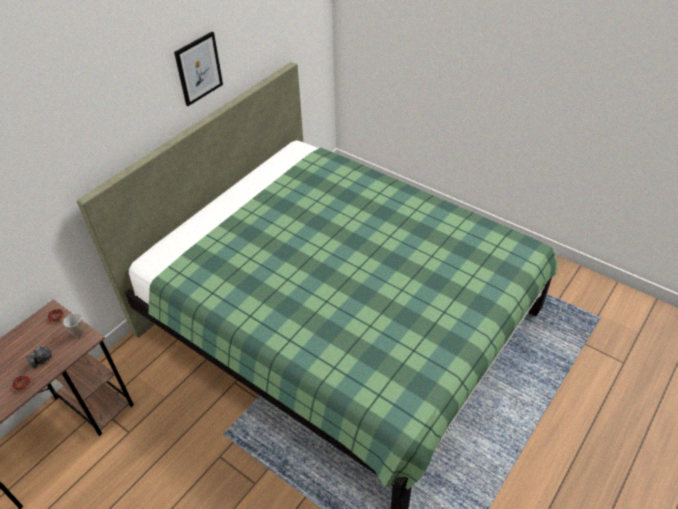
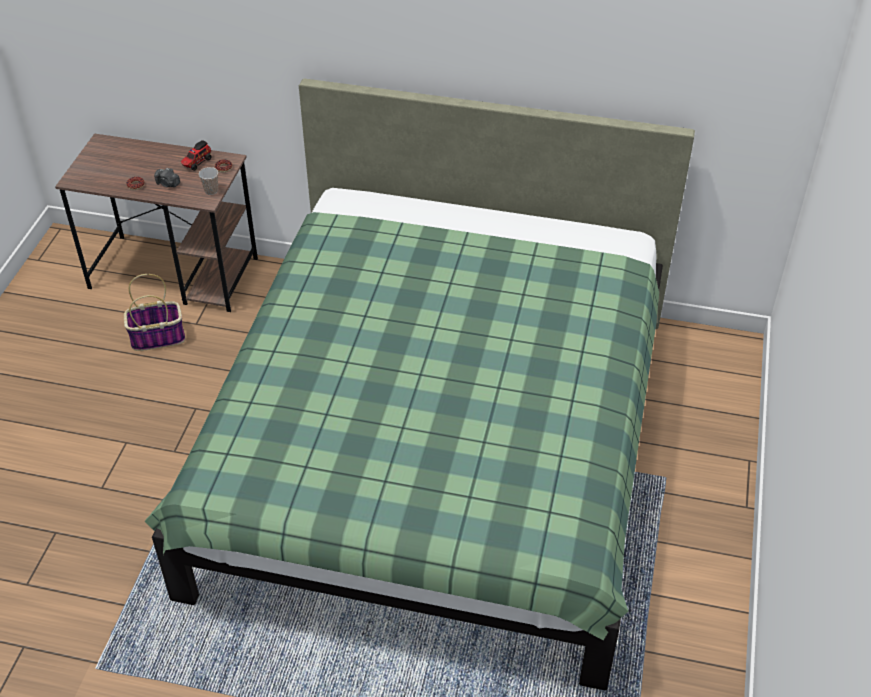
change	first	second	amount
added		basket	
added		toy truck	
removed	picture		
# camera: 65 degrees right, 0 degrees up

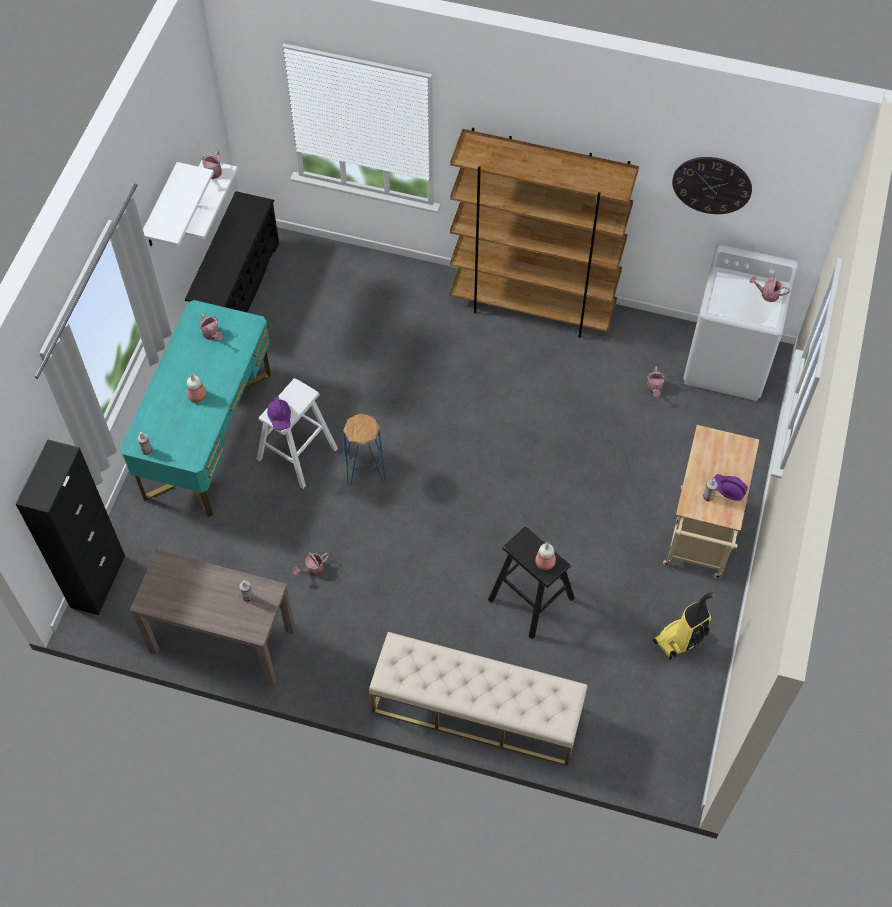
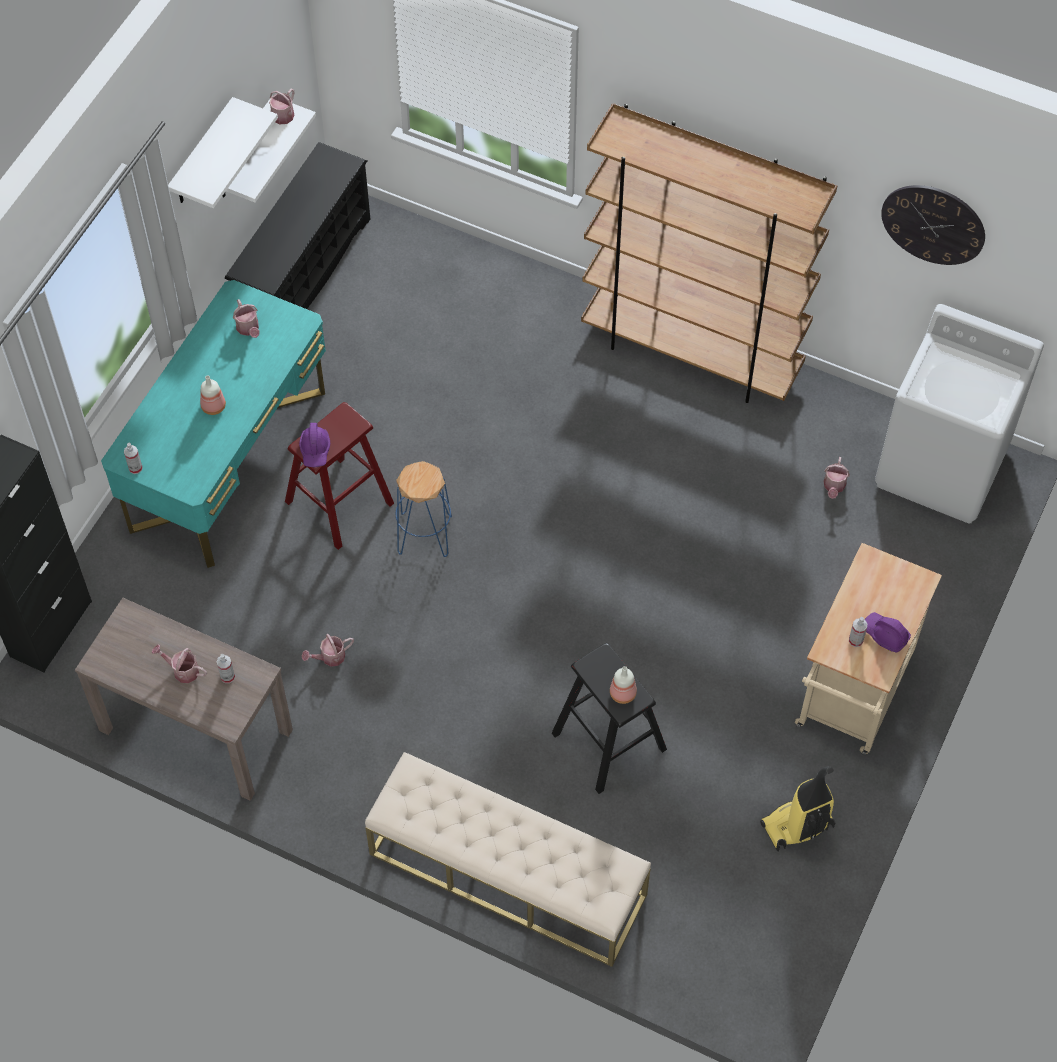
change	first	second	amount
moved	watering can (5th from left in the first image)	watering can (1st from left)	
recoloured	white stool	red stool	
# camera: 10 degrees right, 0 degrees up

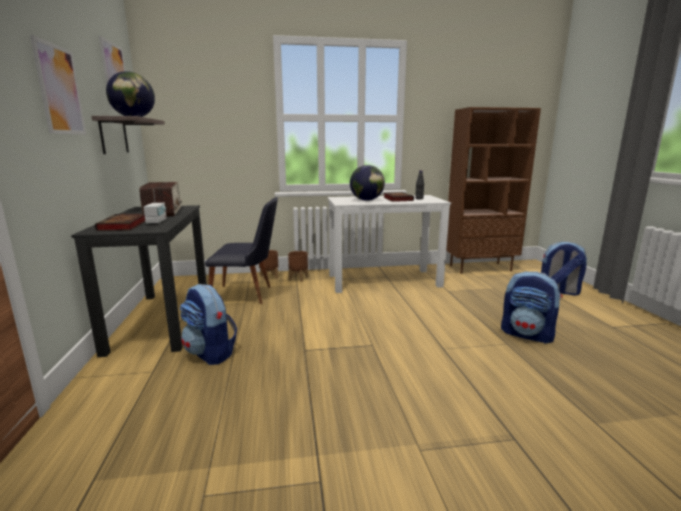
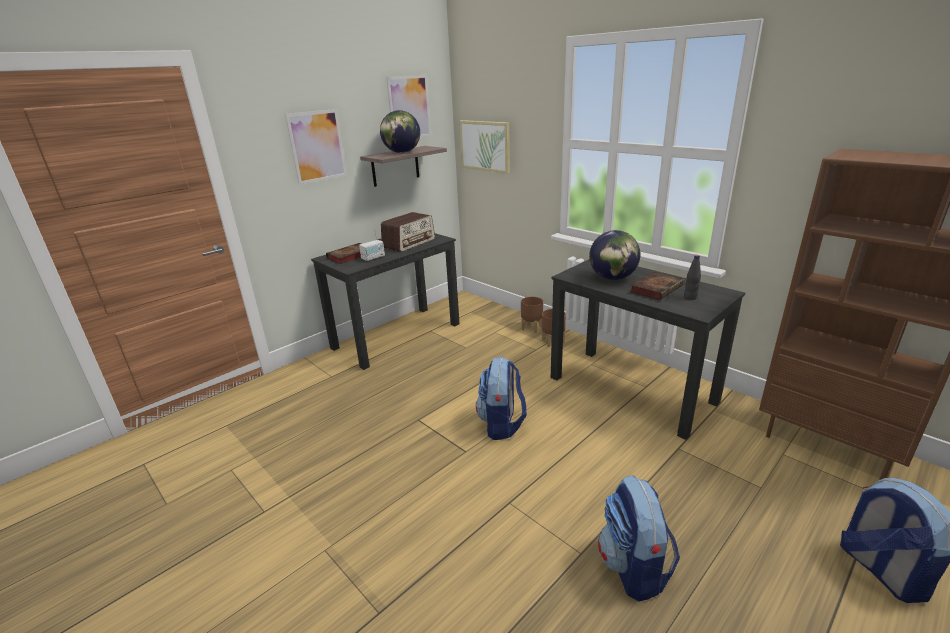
change	first	second	amount
added		picture (3rd from left)	
moved	backpack (1st from left)		
recoloured	white desk	black desk (2nd from left)	
removed	black chair		
# camera: 55 degrees right, 10 degrees up

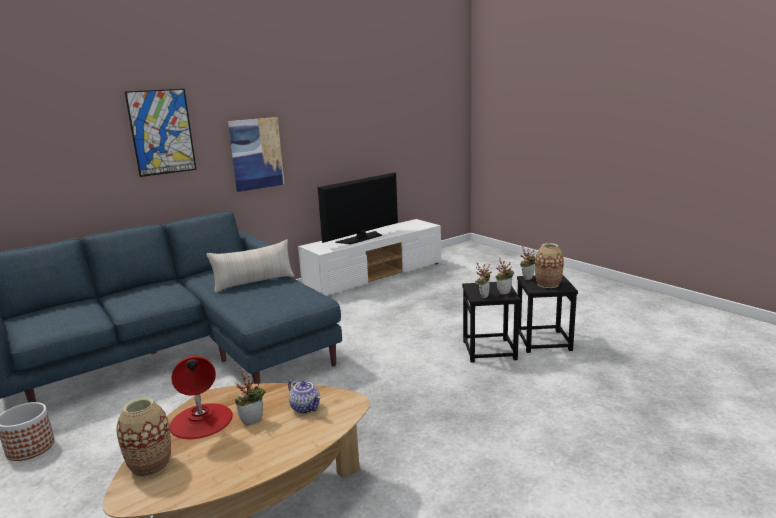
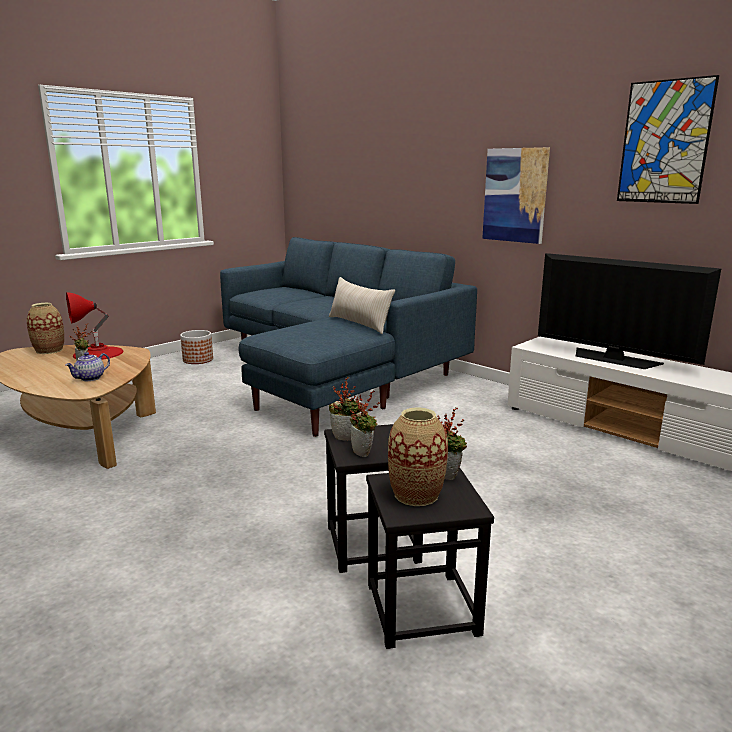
change	first	second	amount
moved	picture (1st from left in the first image)	picture (2nd from left)	
# camera: 80 degrees right, 0 degrees up

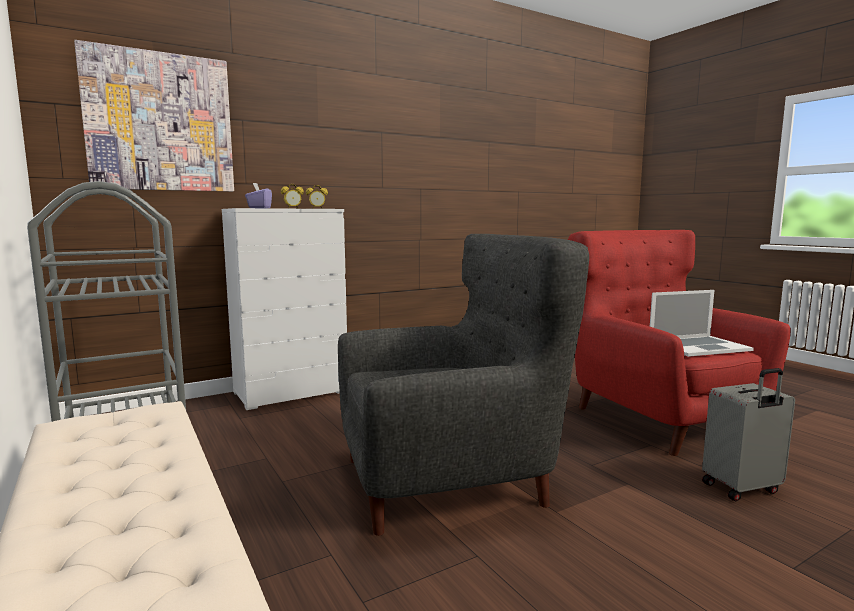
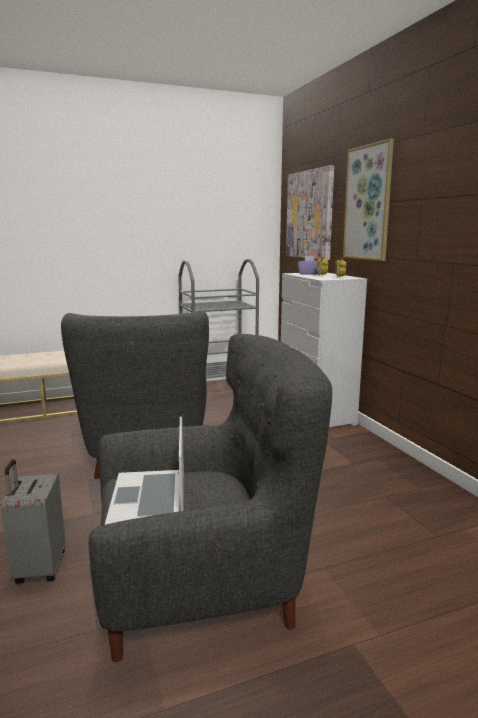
change	first	second	amount
recoloured	red armchair	grey armchair (2nd from left)	
added		picture (2nd from left)	
# camera: 100 degrees right, 5 degrees up

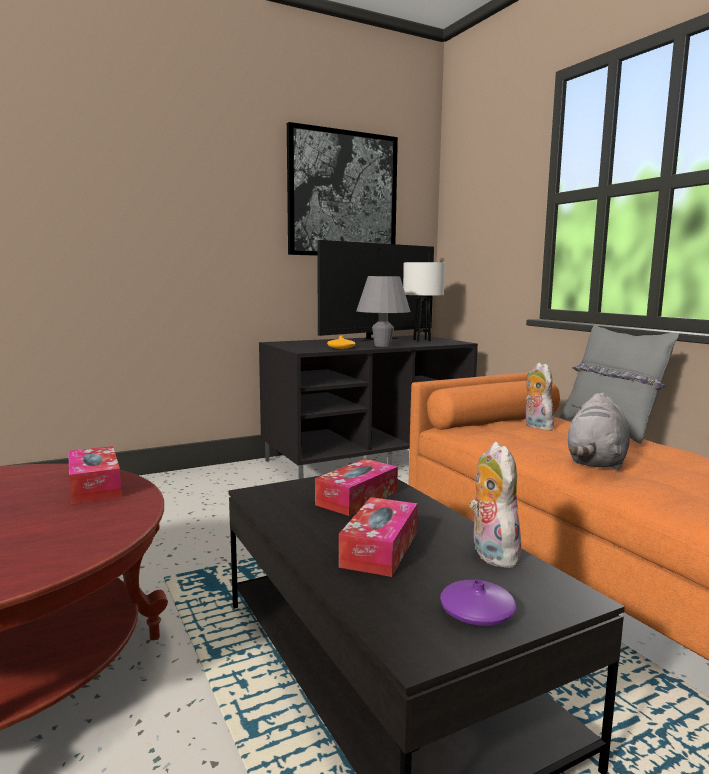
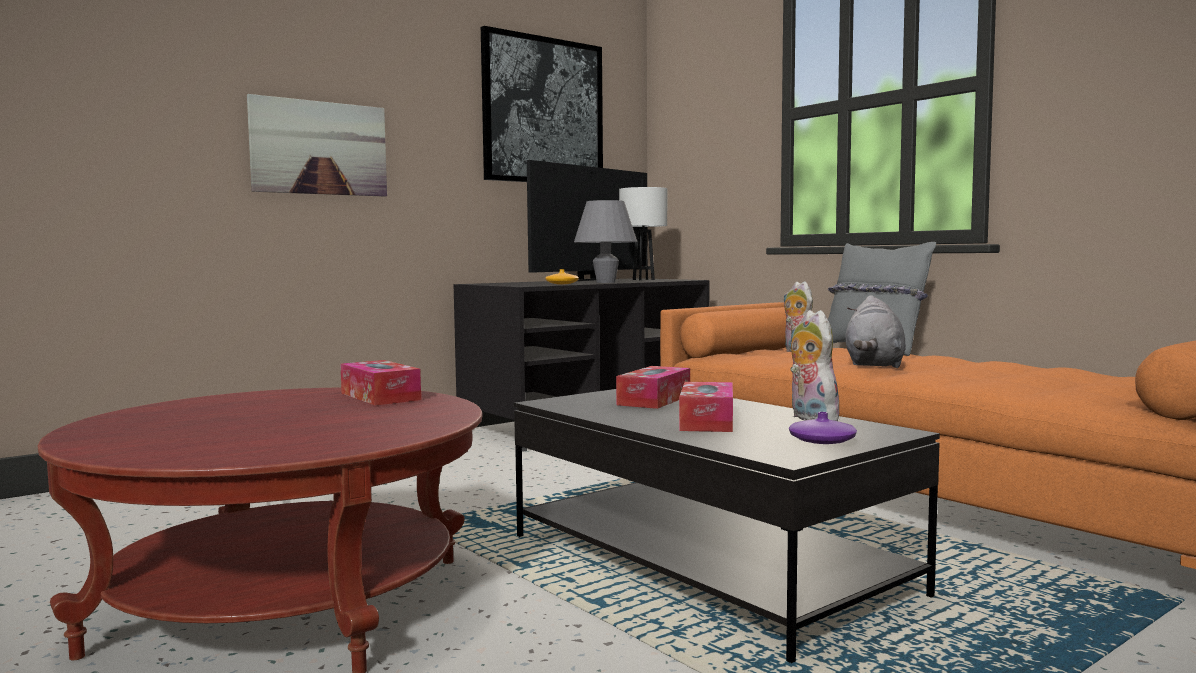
change	first	second	amount
added		picture (1st from left)	
# camera: 10 degrees left, 5 degrees down

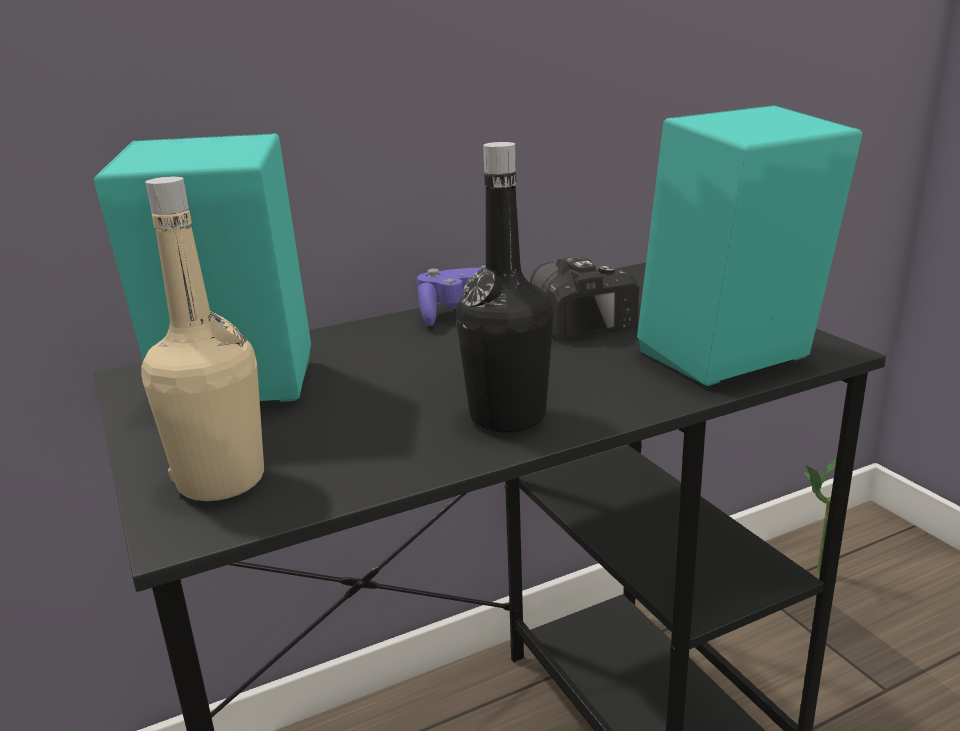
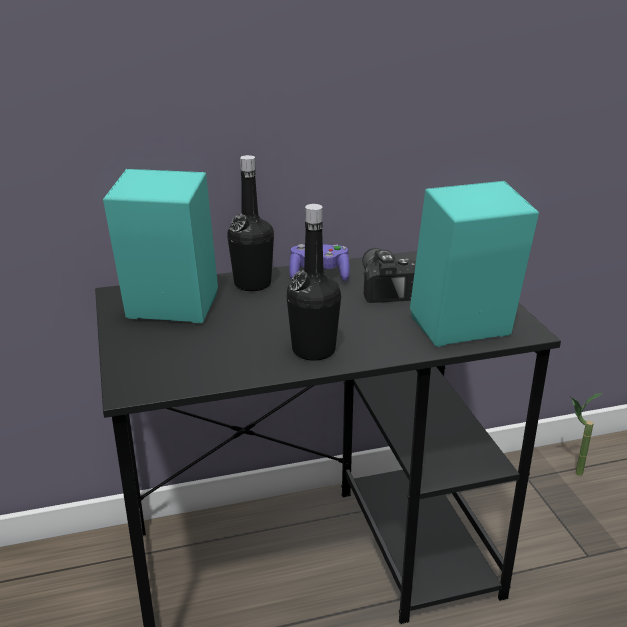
change	first	second	amount
added		black bottle (1st from left)	
removed	beige bottle		
# camera: 10 degrees right, 5 degrees up

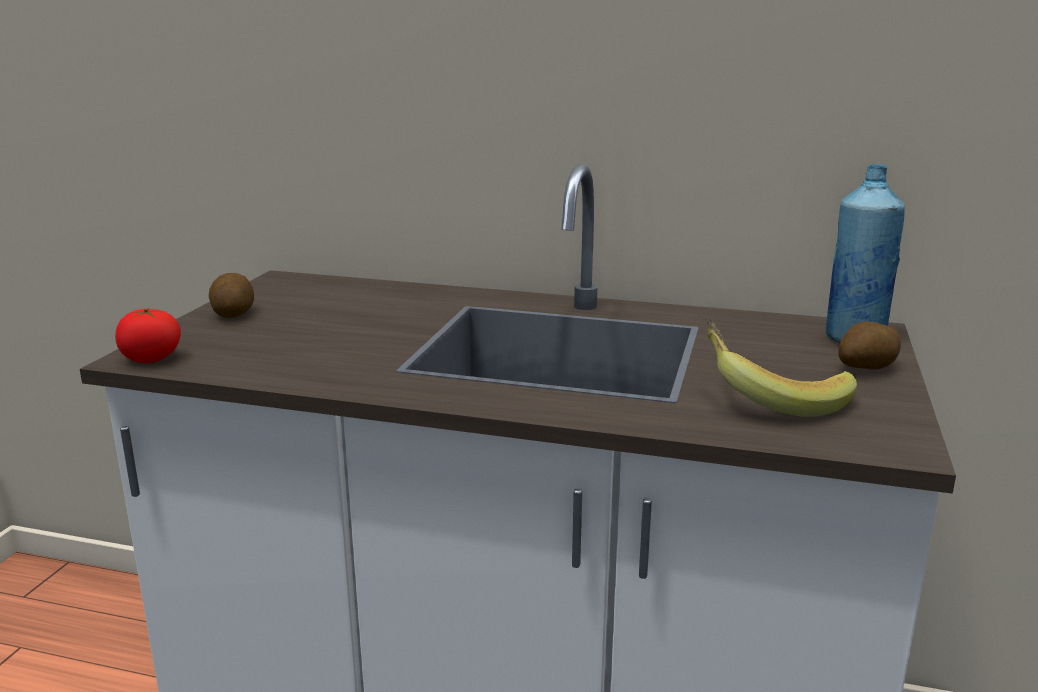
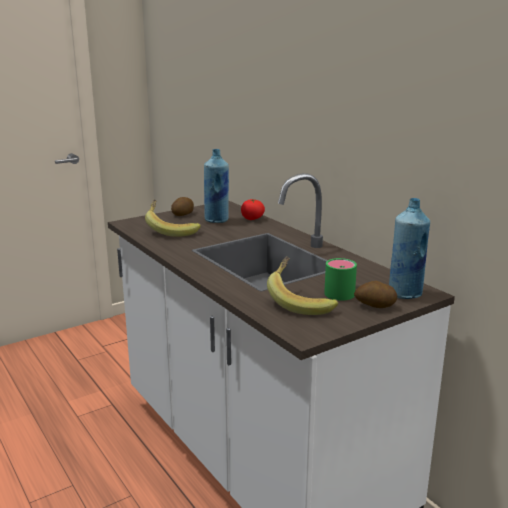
change	first	second	amount
added		banana (1st from left)	
added		blue bottle (1st from left)	
moved	tomato		
added		green mug	
# camera: 40 degrees right, 0 degrees up

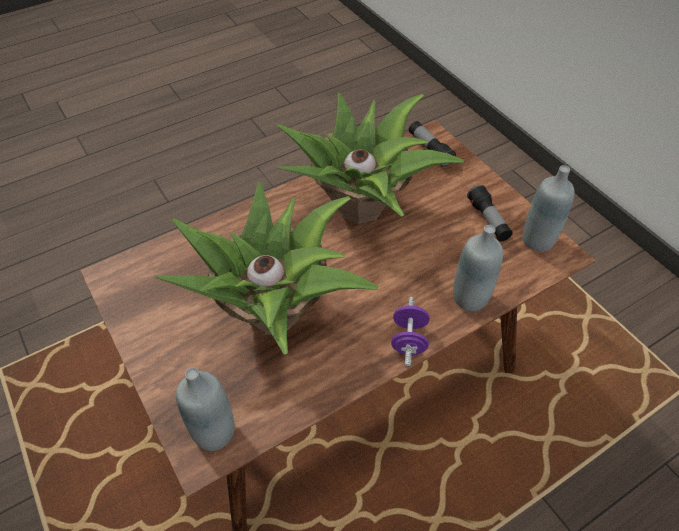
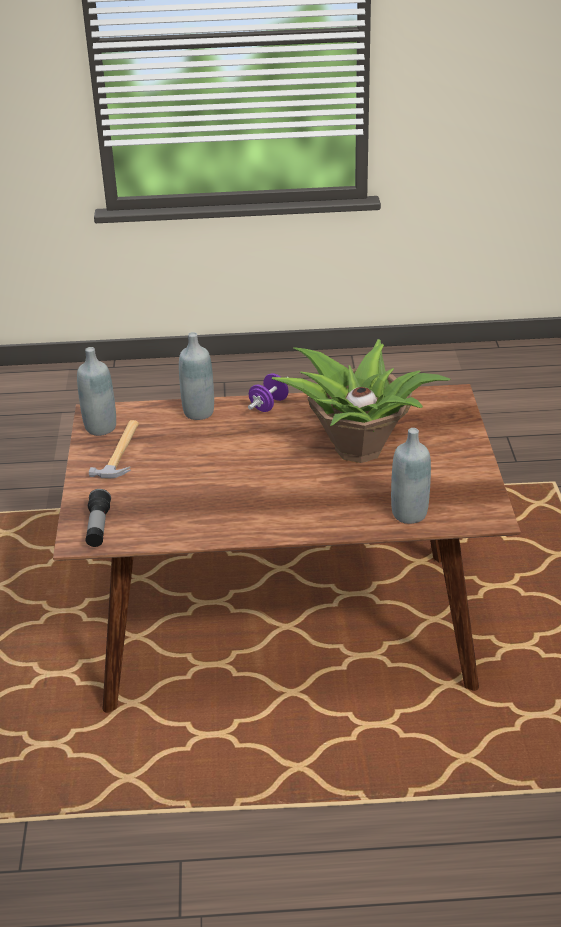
change	first	second	amount
replaced	flashlight (2nd from left)	hammer	
moved	grey bottle (1st from left in the first image)	grey bottle (3rd from left)	
removed	potted plant (2nd from left)		
# camera: 150 degrees left, 15 degrees down

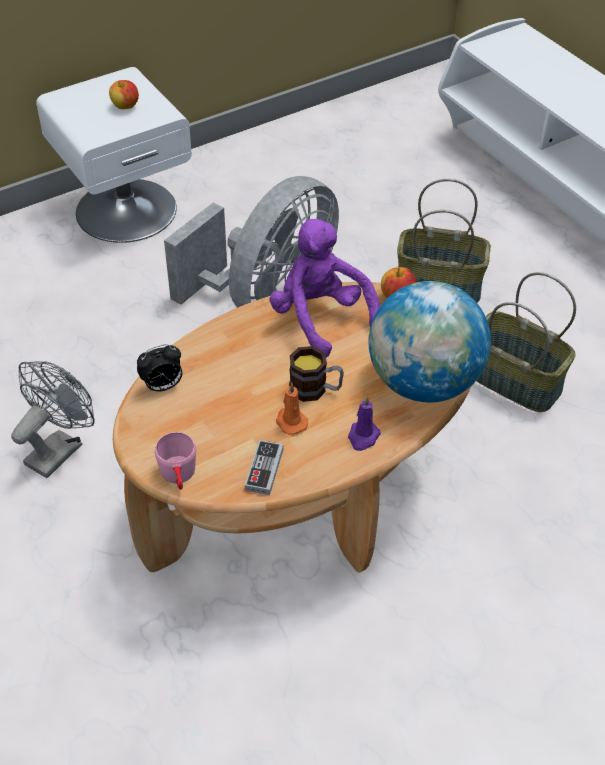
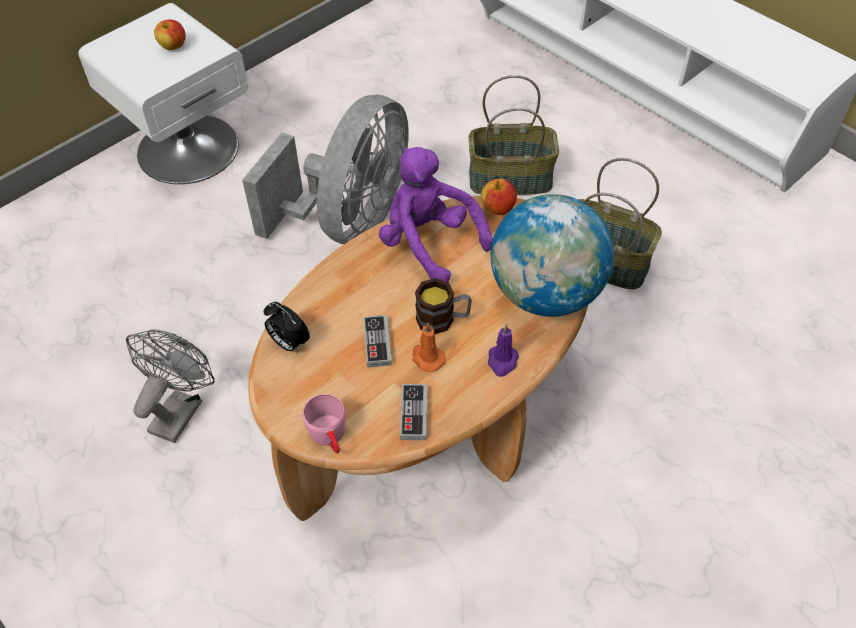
change	first	second	amount
turned	alarm clock		75 degrees clockwise
added		game controller (1st from left)	
# camera: 10 degrees left, 5 degrees up

